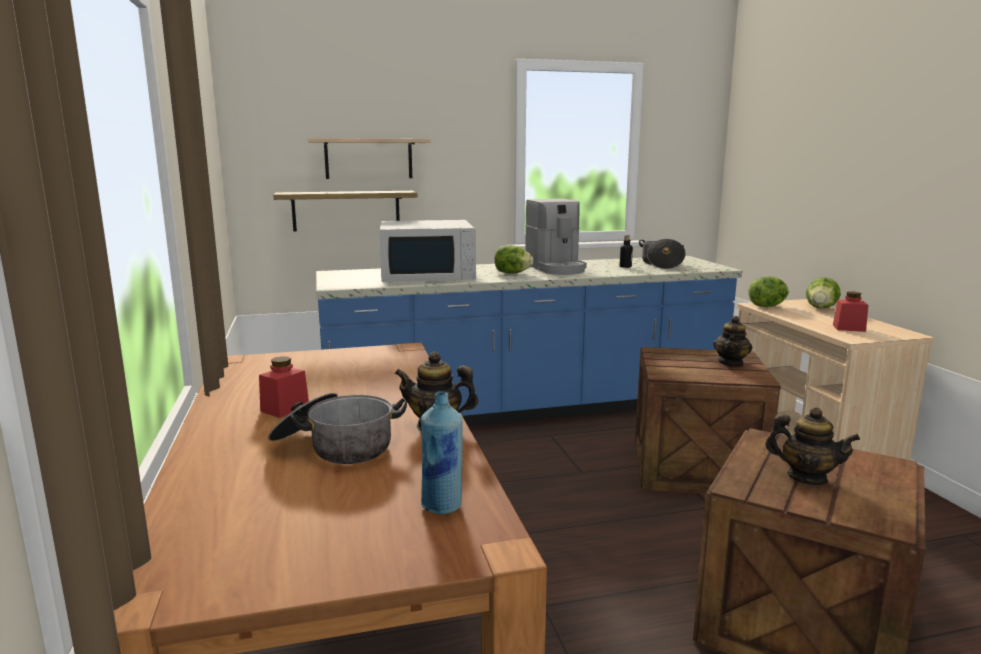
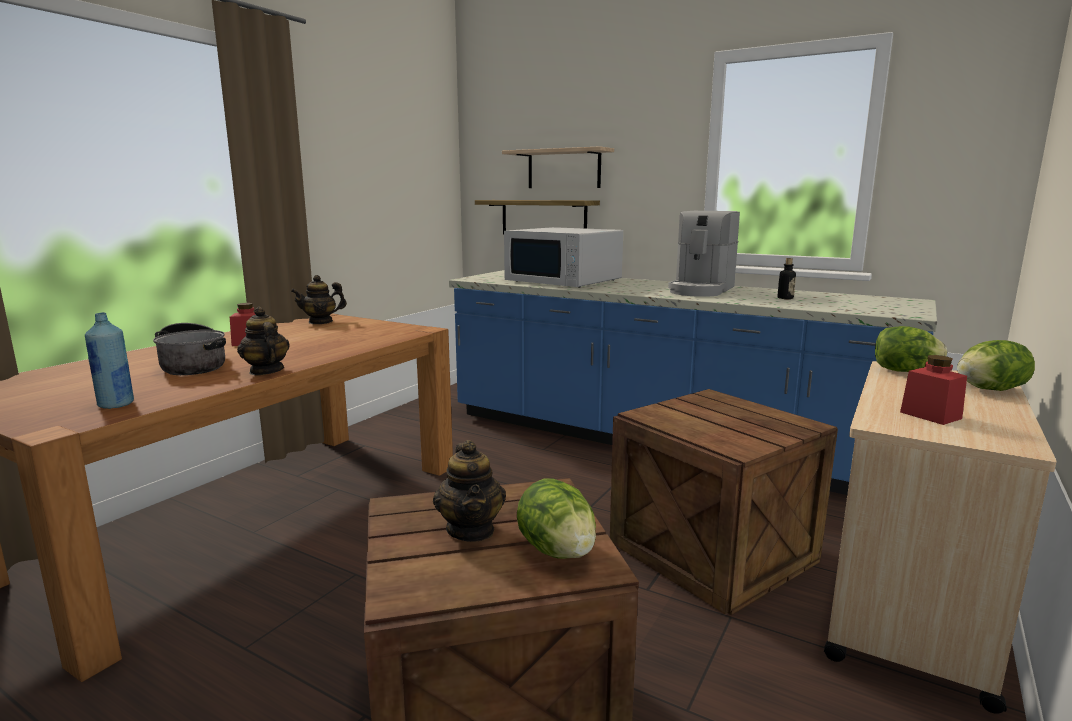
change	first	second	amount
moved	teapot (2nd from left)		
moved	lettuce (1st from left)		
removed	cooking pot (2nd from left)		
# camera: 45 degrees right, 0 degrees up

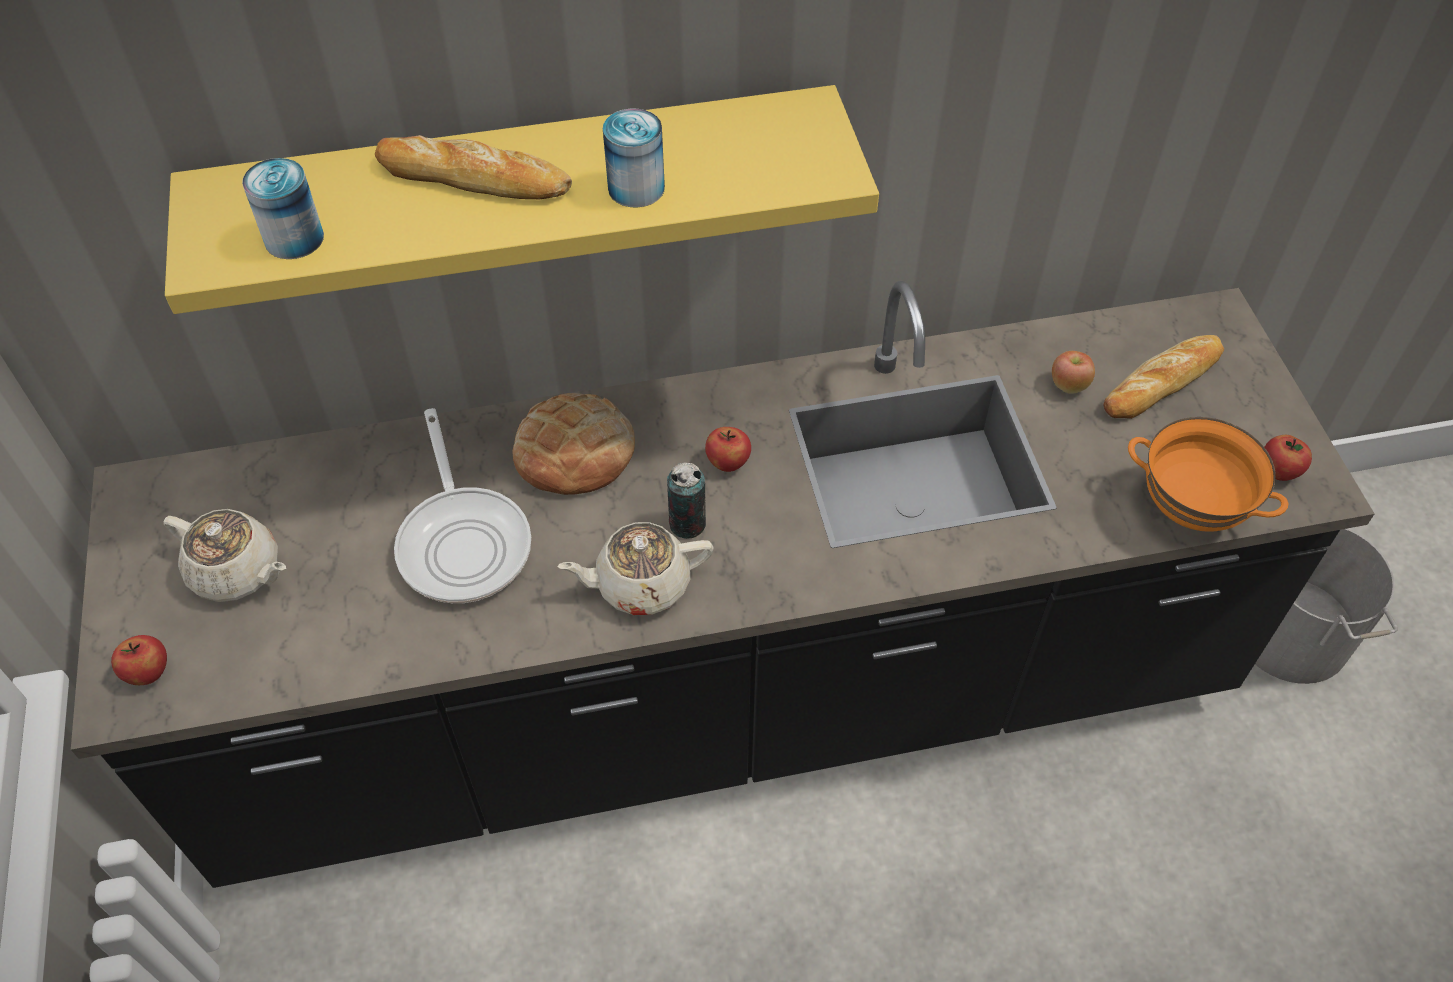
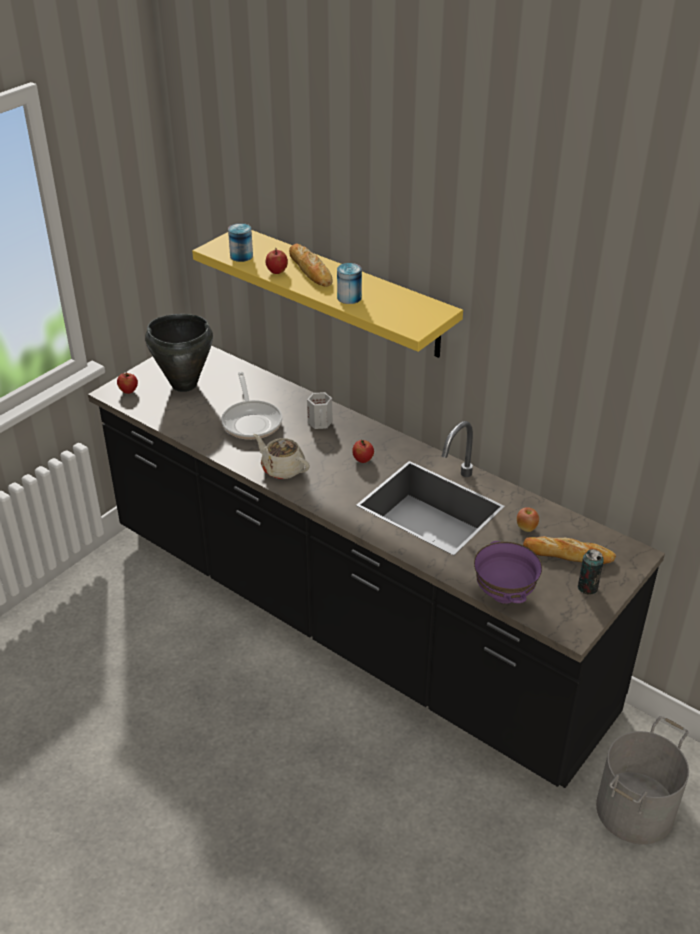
change	first	second	amount
replaced	beige teapot (1st from left)	black cooking pot	
turned	frying pan		45 degrees counterclockwise
moved	apple (4th from left in the first image)	apple (2nd from left)	
replaced	bread (2nd from left)	white mug	
recoloured	orange bowl	purple bowl	
moved	can (3rd from left)		
# camera: 50 degrees right, 15 degrees down

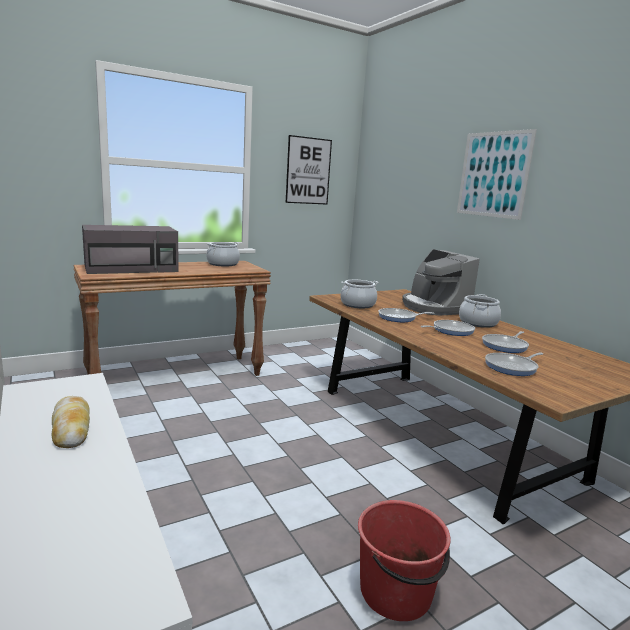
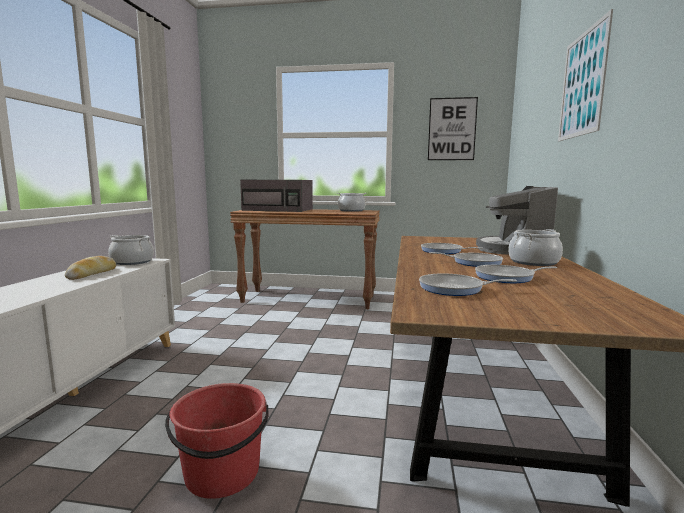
change	first	second	amount
moved	cooking pot (2nd from left in the first image)	cooking pot (1st from left)	
# camera: 40 degrees right, 5 degrees down

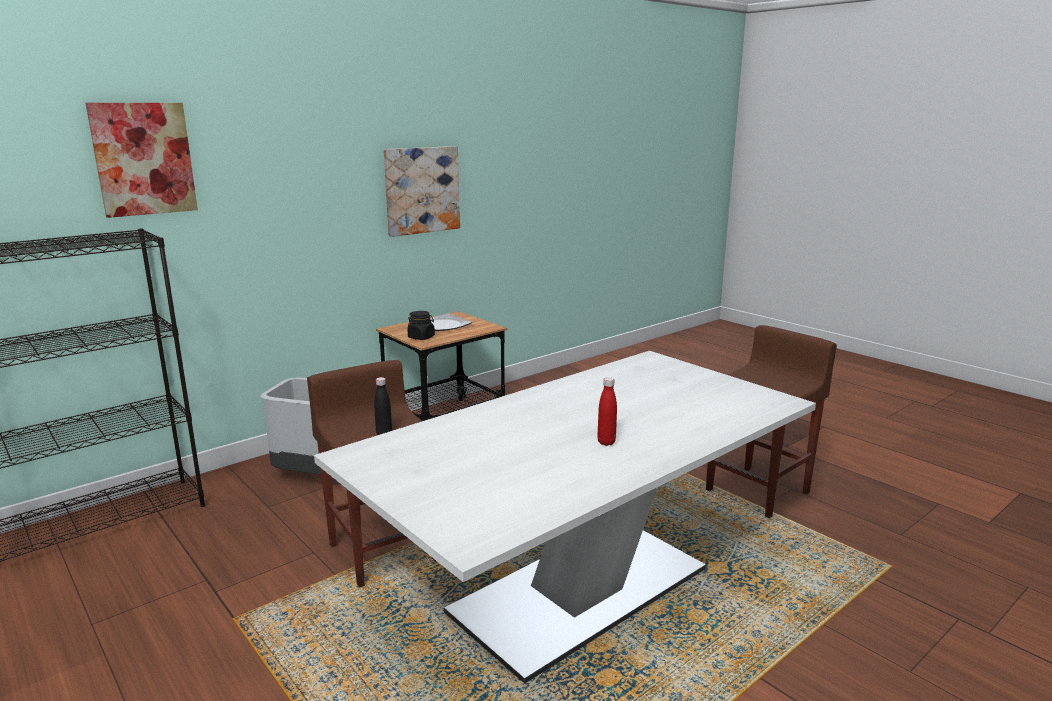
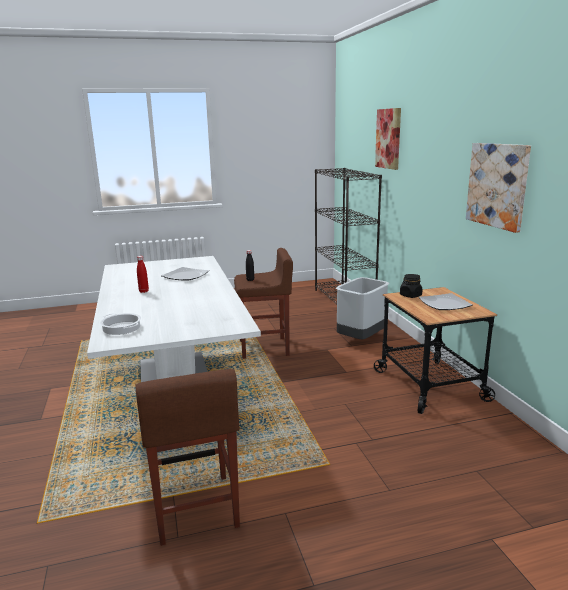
change	first	second	amount
added		cooking pot	
added		plate (1st from left)	
# camera: 115 degrees right, 0 degrees up

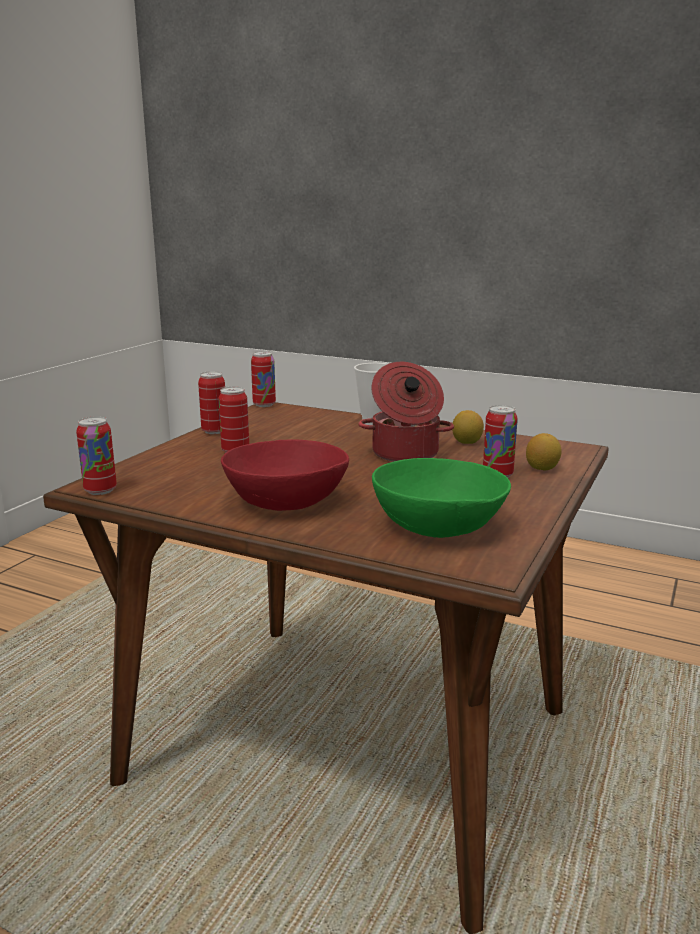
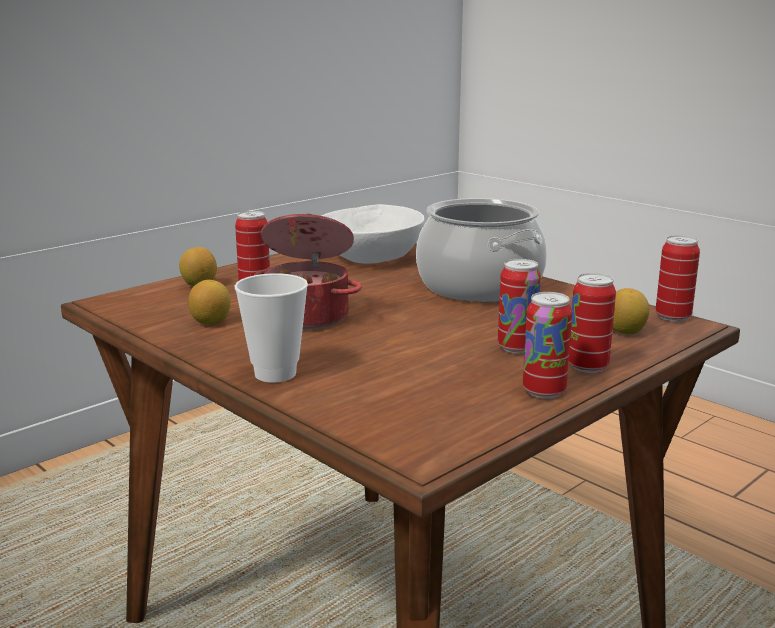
change	first	second	amount
recoloured	green bowl	white bowl	
replaced	red bowl	cooking pot (2nd from left)	
moved	can (4th from left)		
added		lemon (3rd from left)	
# camera: 160 degrees left, 0 degrees up

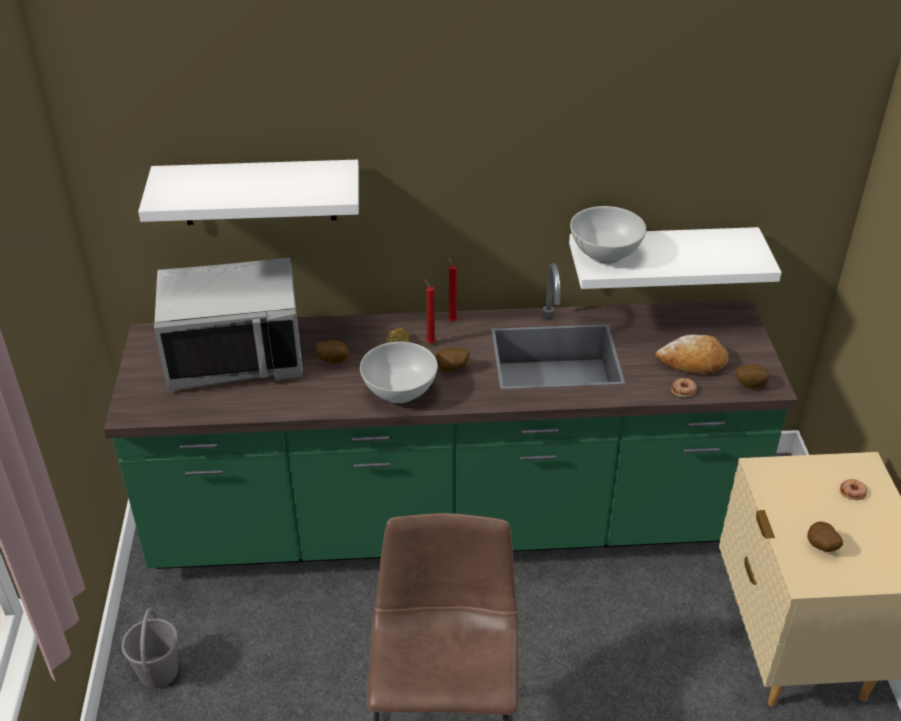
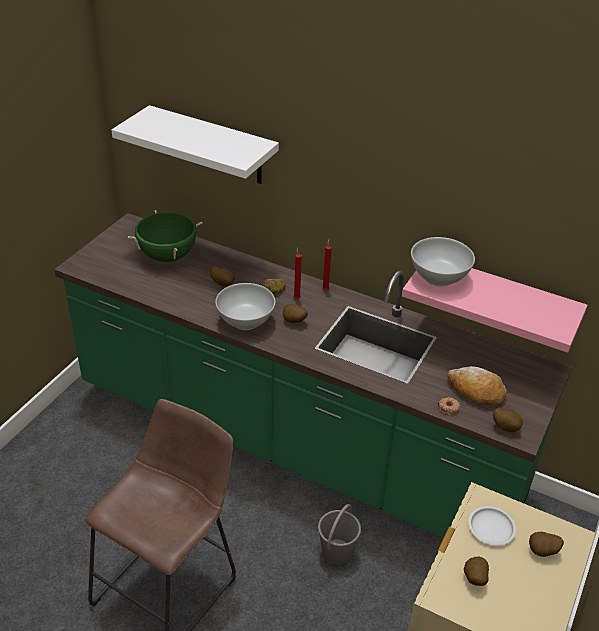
change	first	second	amount
replaced	grey microwave	green cooking pot	
moved	grey bucket		
recoloured	white shelf (2nd from left)	pink shelf	
added		white plate	
replaced	donut (2nd from left)	potato (6th from left)	
# camera: 30 degrees right, 0 degrees up

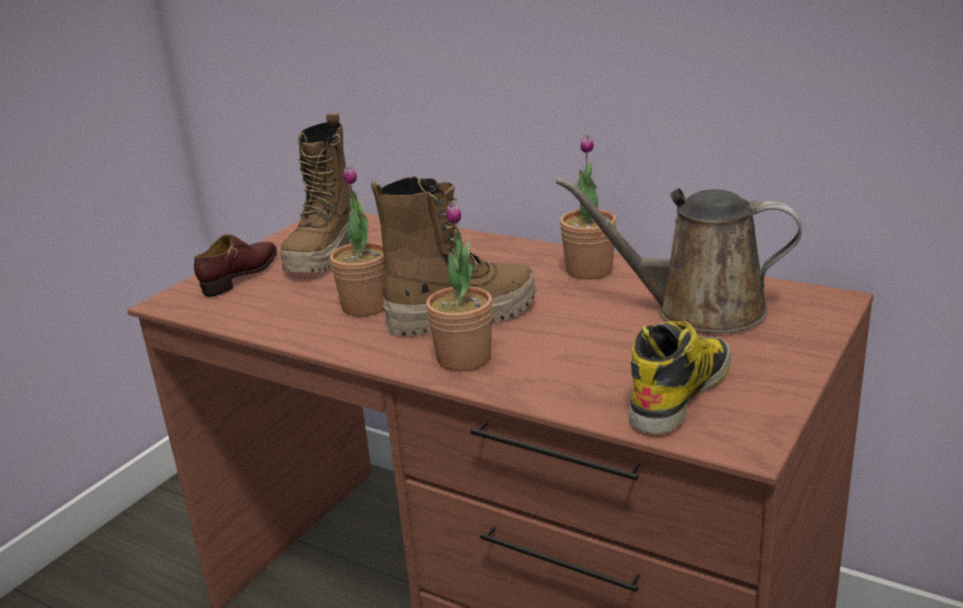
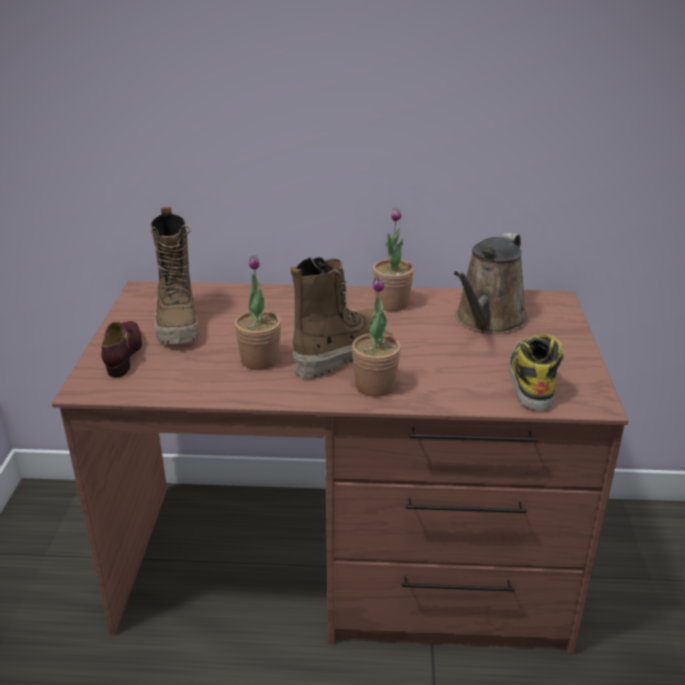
change	first	second	amount
turned	brown watering can		45 degrees counterclockwise
# camera: 30 degrees left, 5 degrees up

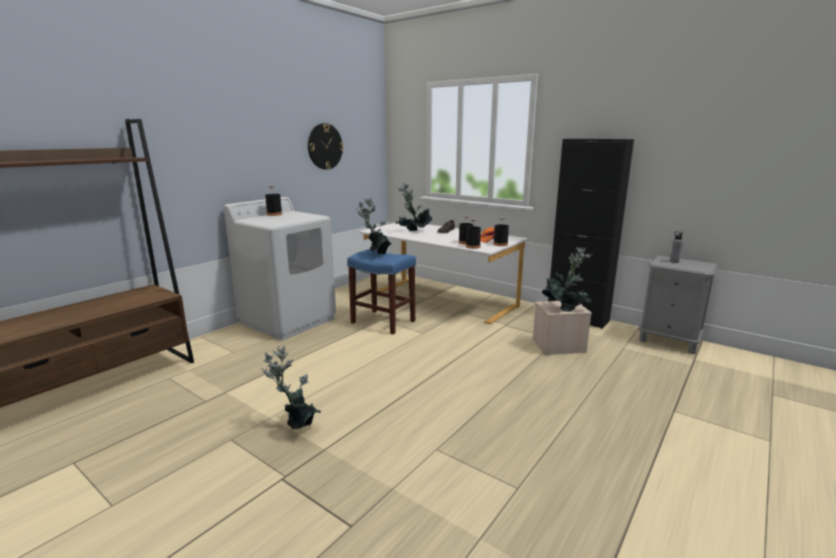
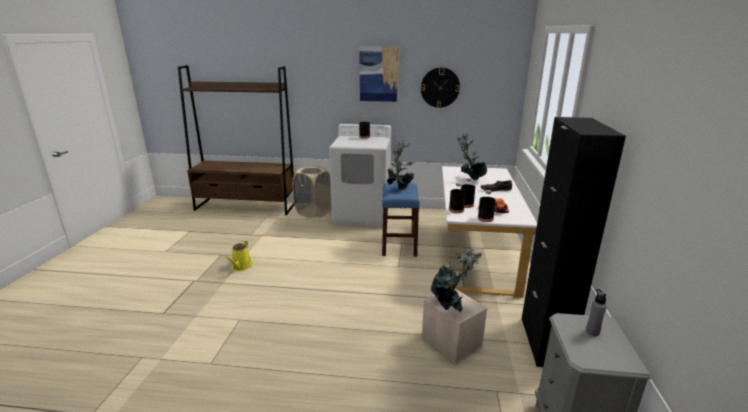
change	first	second	amount
replaced	potted plant (1st from left)	yellow watering can	
added		beige laundry basket	
added		picture	
# camera: 60 degrees right, 5 degrees up

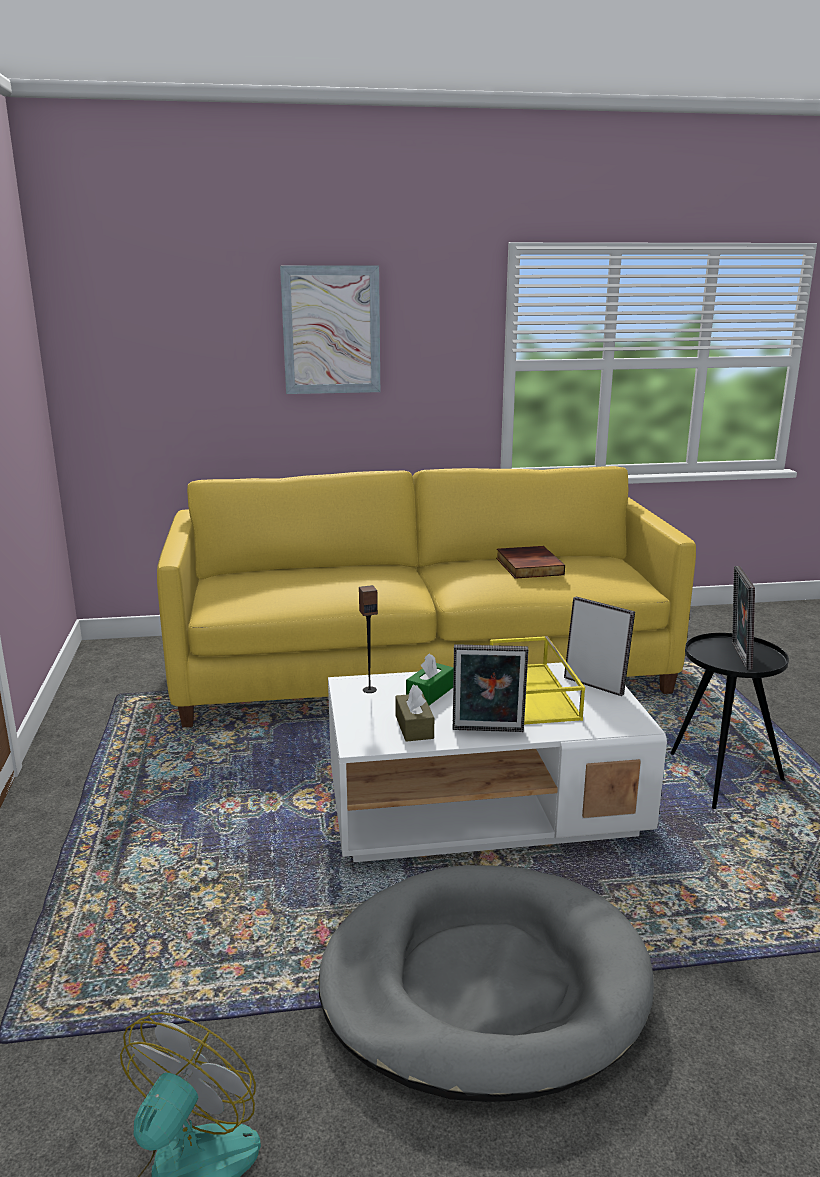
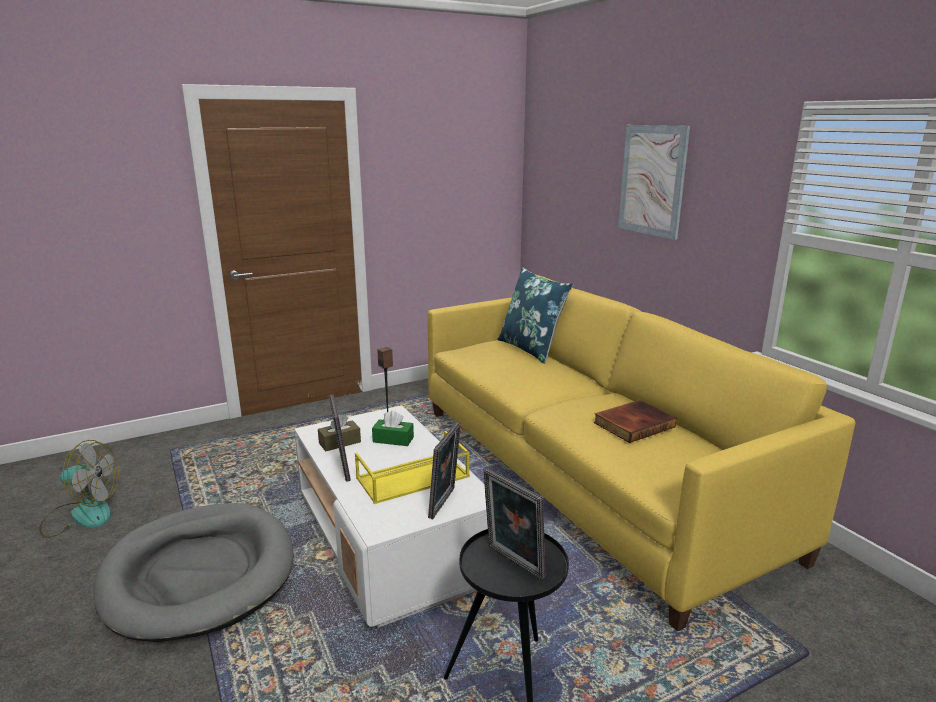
change	first	second	amount
turned	picture frame (3rd from left)		120 degrees counterclockwise
added		blue pillow	
# camera: 70 degrees right, 0 degrees up

